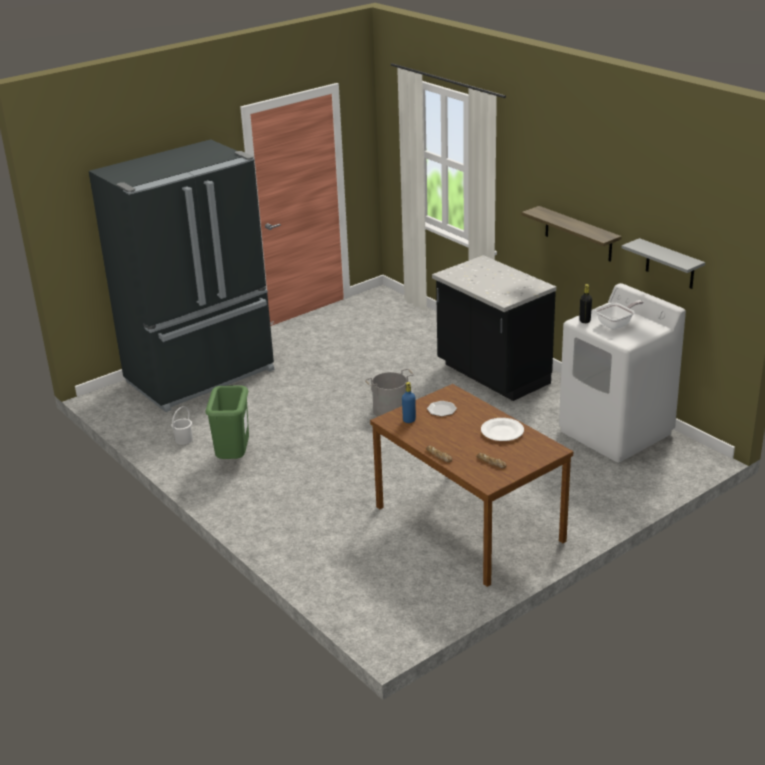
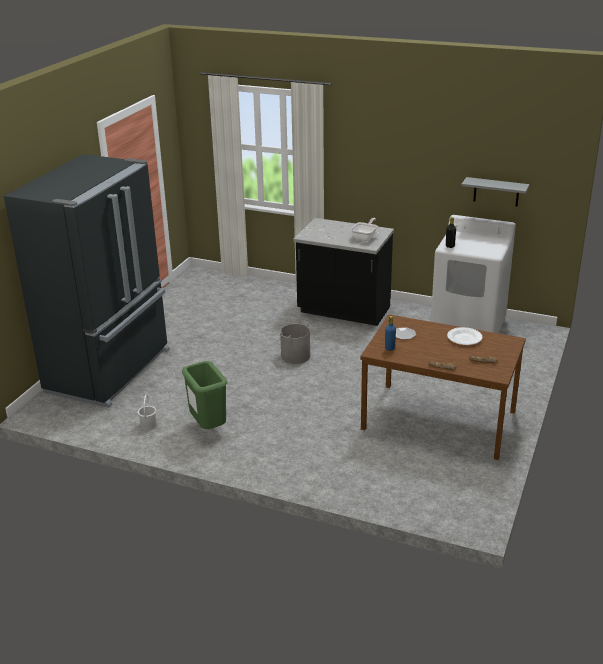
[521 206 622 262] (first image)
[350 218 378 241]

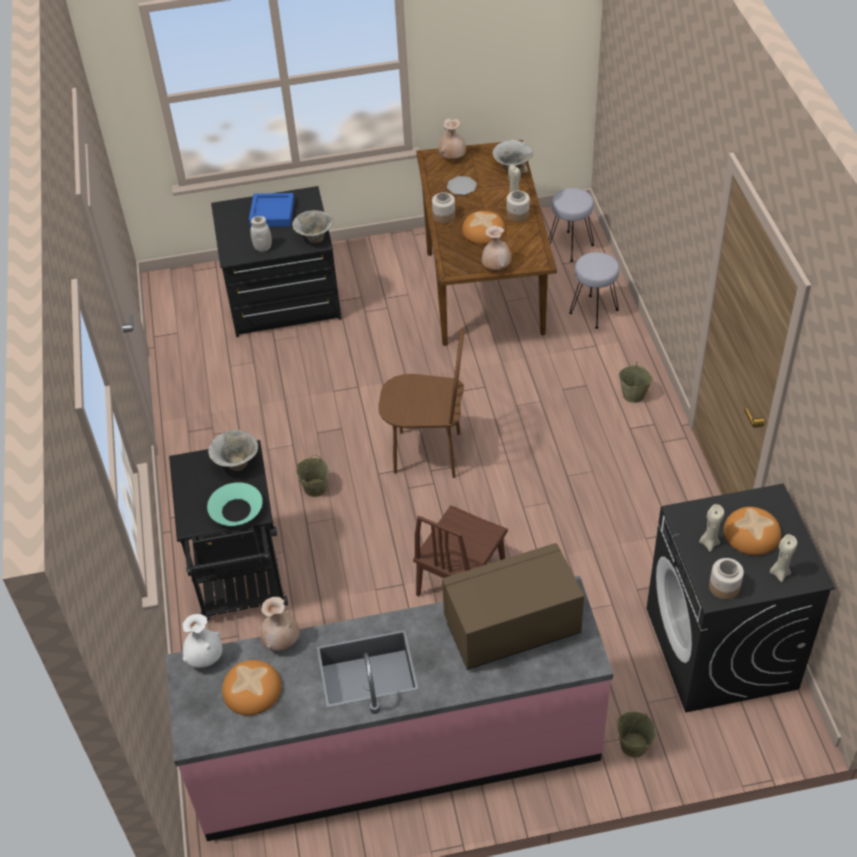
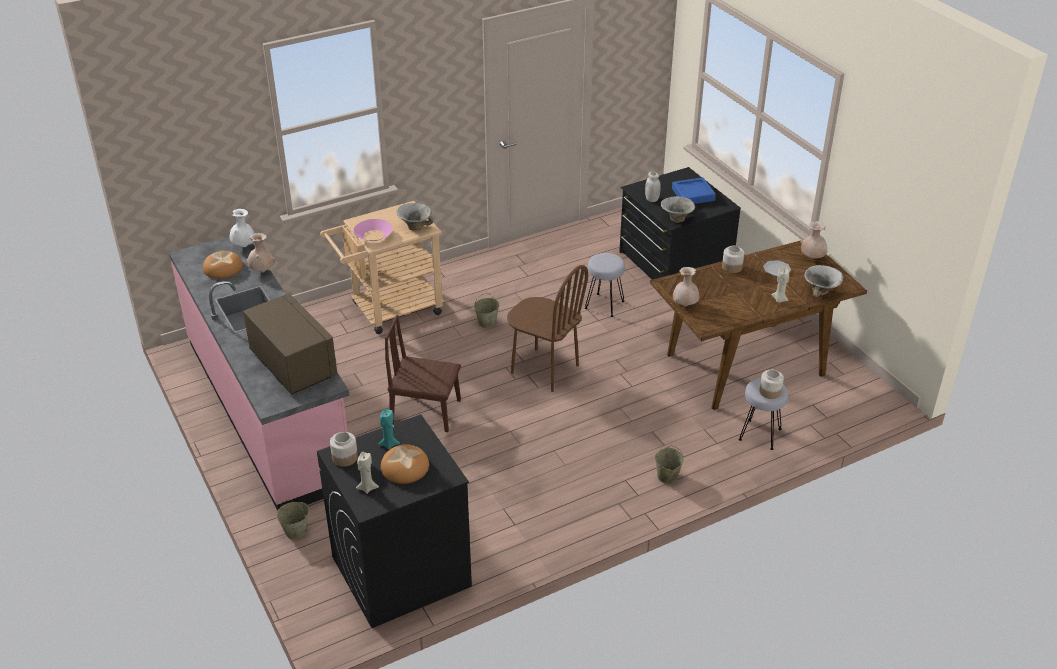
[585 253 625 317]
[759 370 784 399]
[462 211 505 244] (first image)
[507 265 588 392]
[320 201 444 334]
[354 219 393 241]
[378 409 400 450]

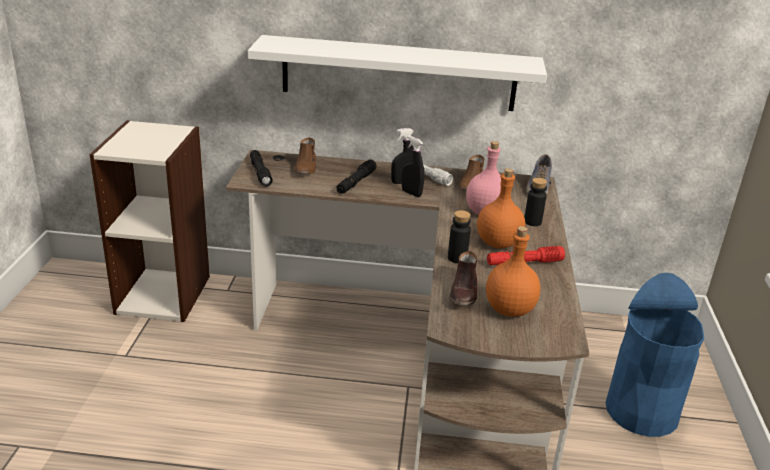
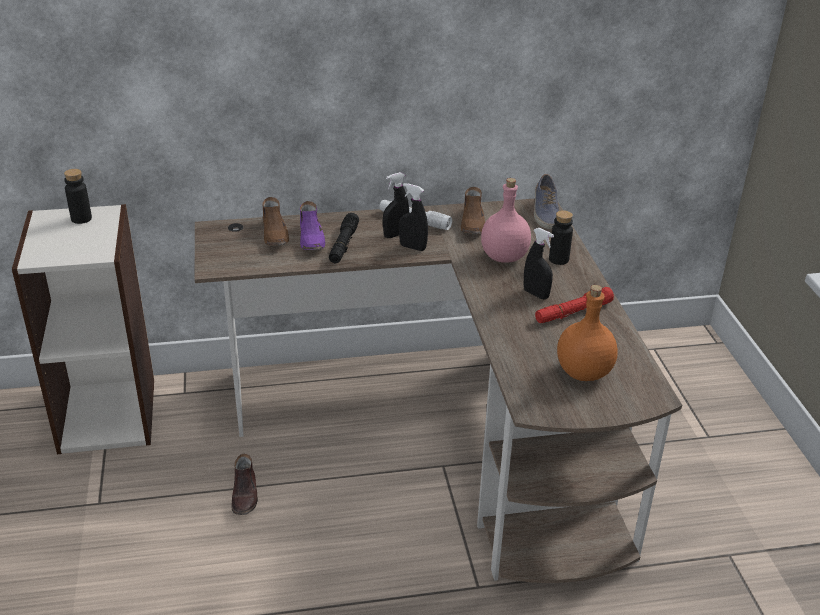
[248 35 547 111] (first image)
[250 150 273 187] (first image)
[524 228 554 299]
[64 169 92 224]
[231 454 258 515]
[605 273 704 437] (first image)
[300 201 325 250]

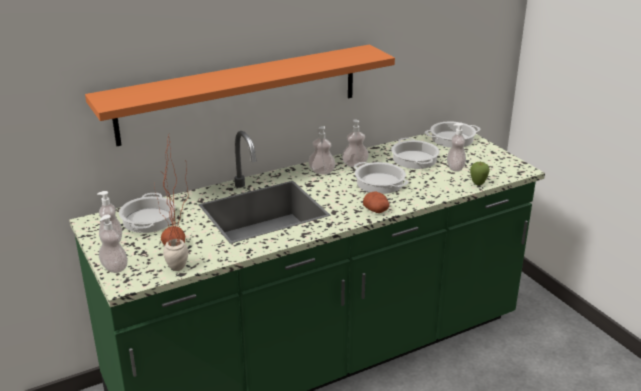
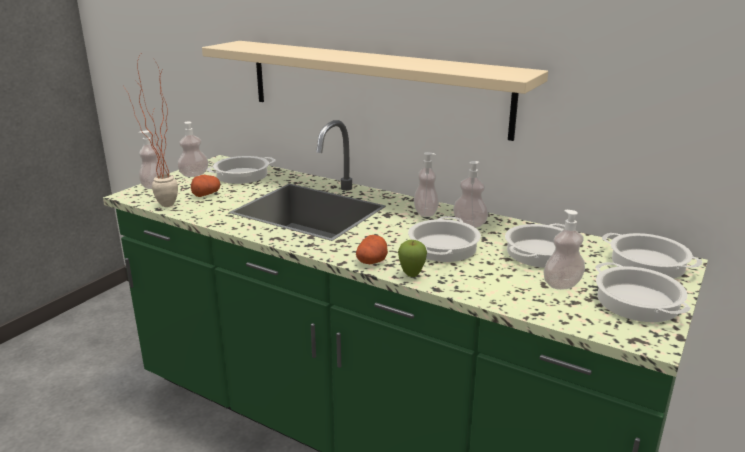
[202 41 548 141]
[398 240 427 277]
[595 262 691 322]

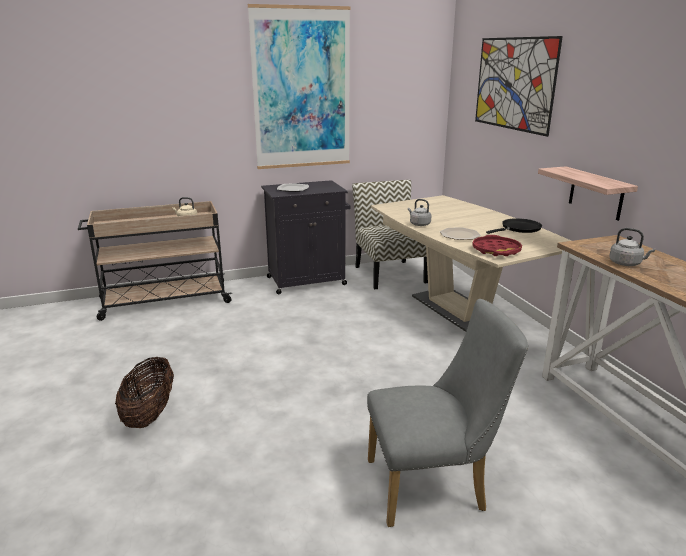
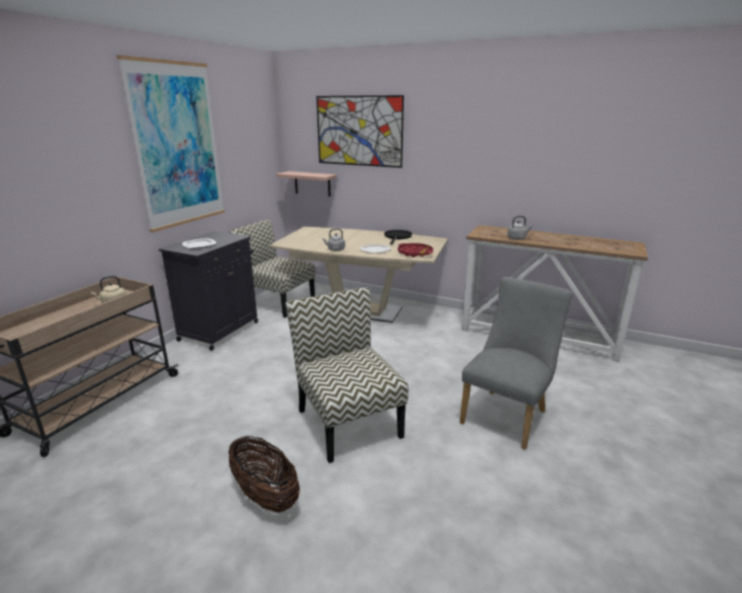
[276 171 337 196]
[286 287 408 463]

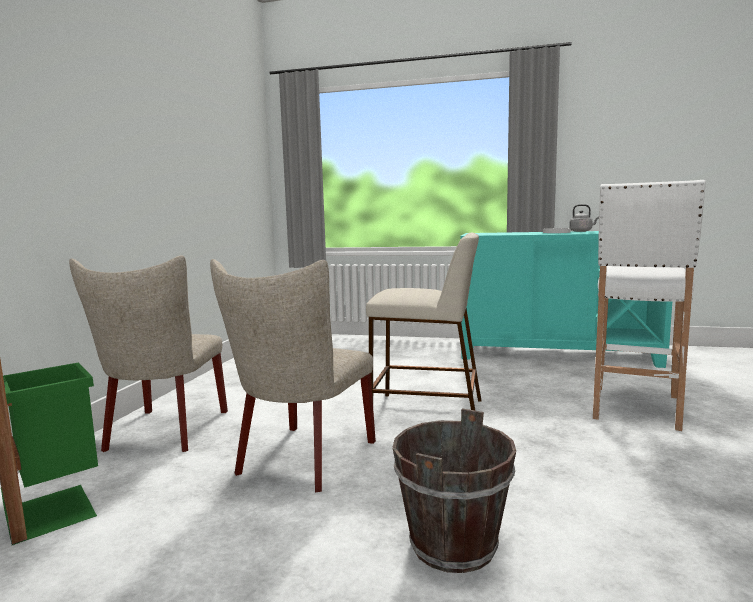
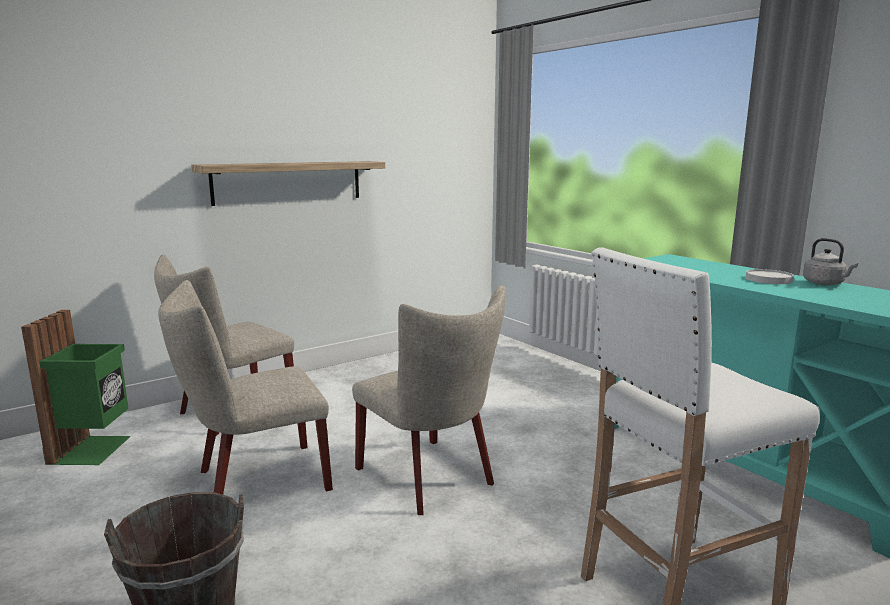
[352 285 506 515]
[191 161 385 206]

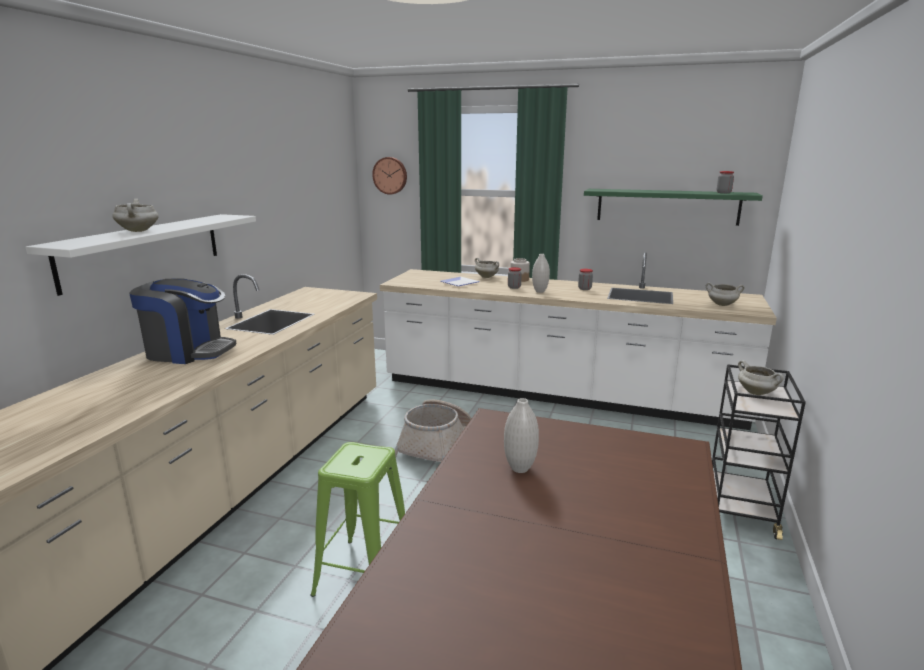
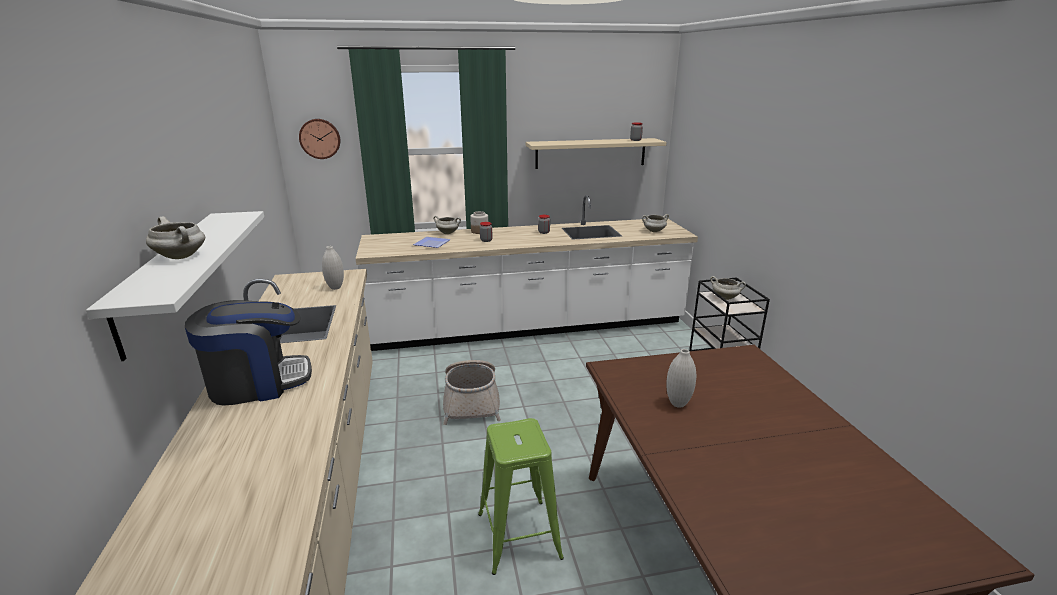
[526 138 667 169]
[322 246 344 290]

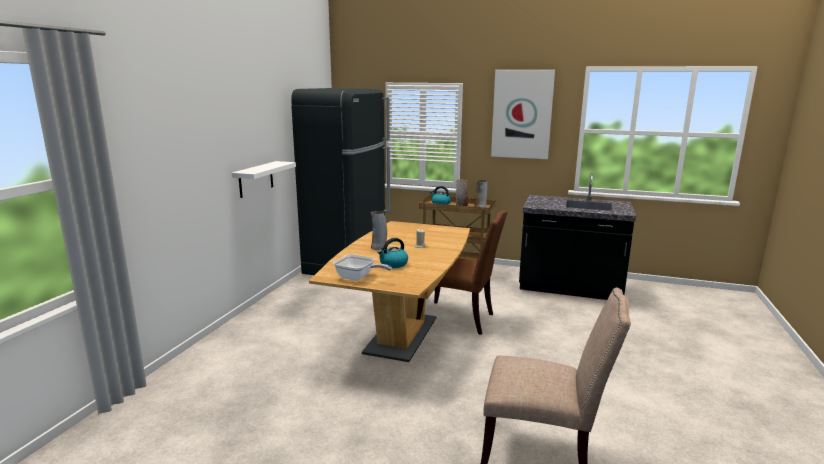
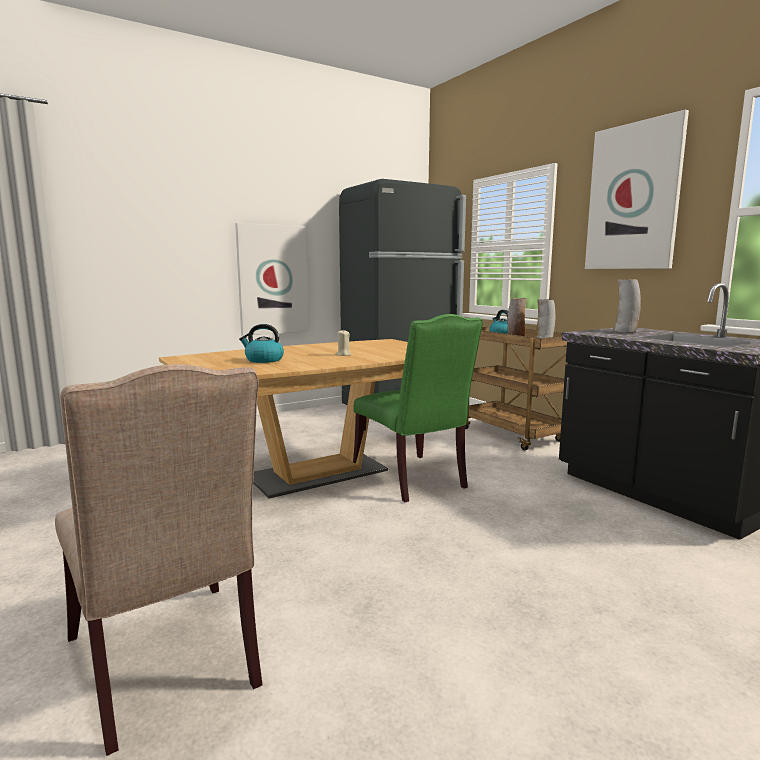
[235 223 309 336]
[353 314 483 502]
[613 279 641 333]
[333 254 392 281] (first image)

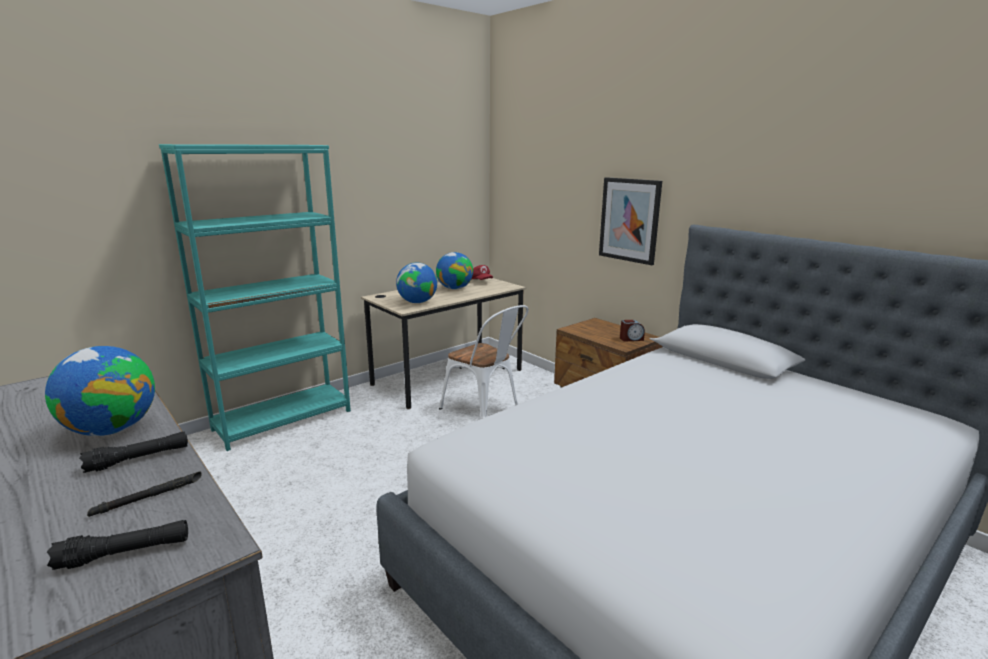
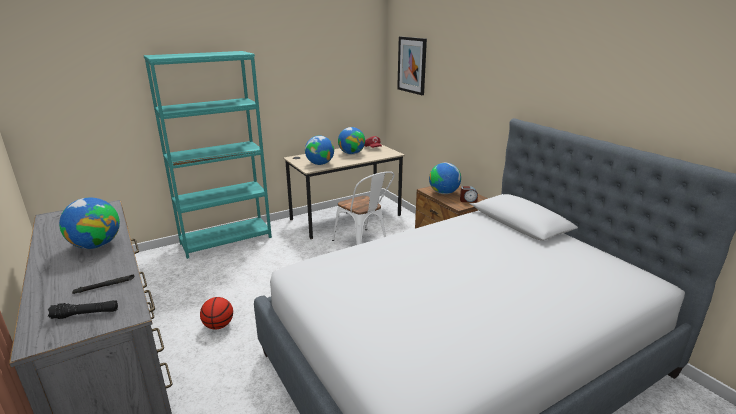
[397 36 427 95]
[79 431 188 473] (first image)
[429 163 461 194]
[200 297 233 330]

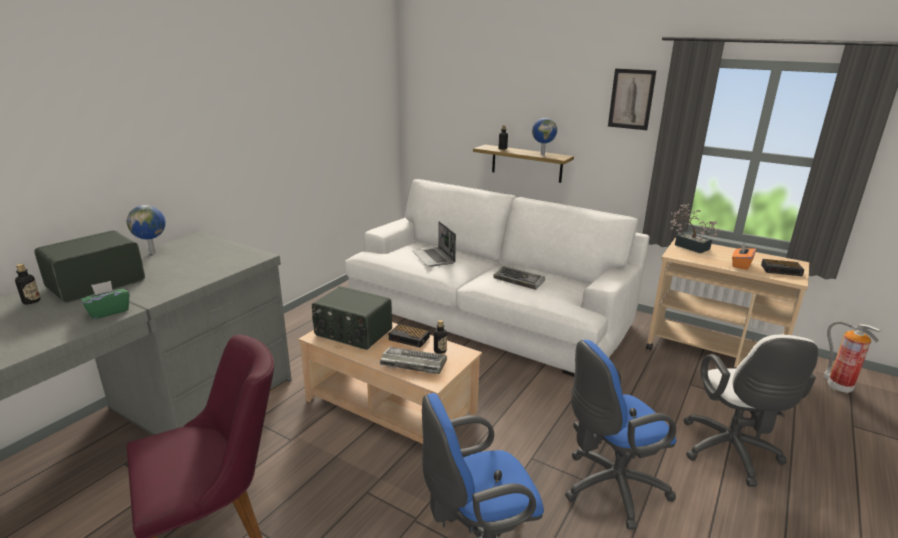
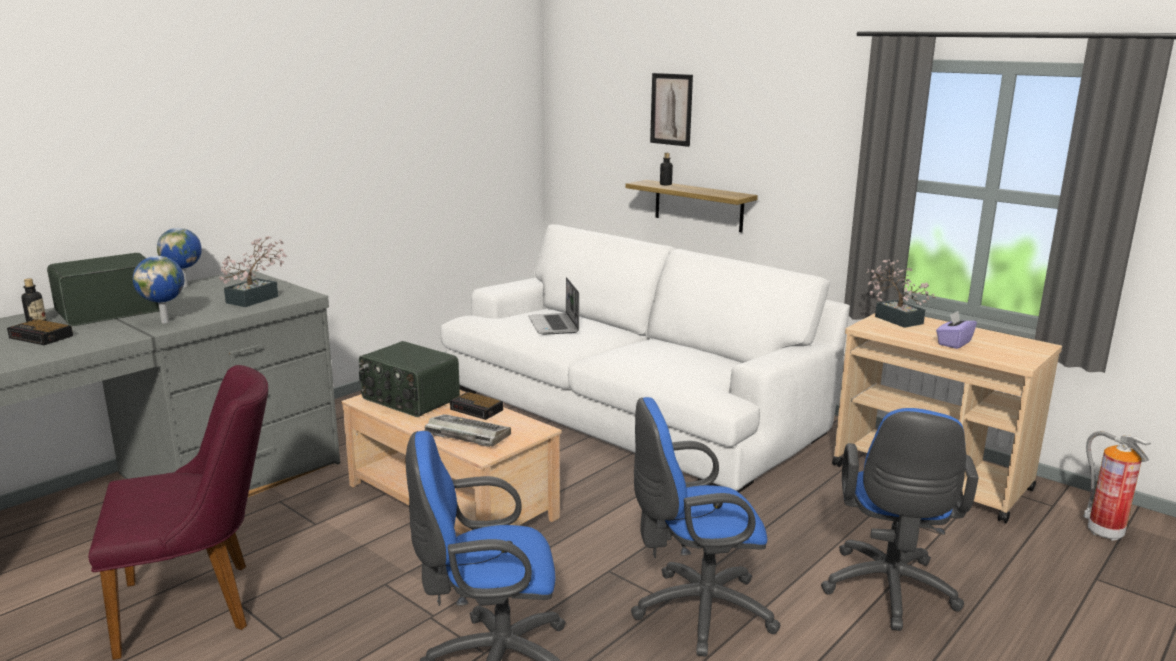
[650 73 693 147]
[133 256 184 323]
[936 311 977 349]
[7 319 73 345]
[493 265 545 290] (first image)
[81 281 130 320] (first image)
[434 320 447 354] (first image)
[821 408 979 631]
[219 236 287 307]

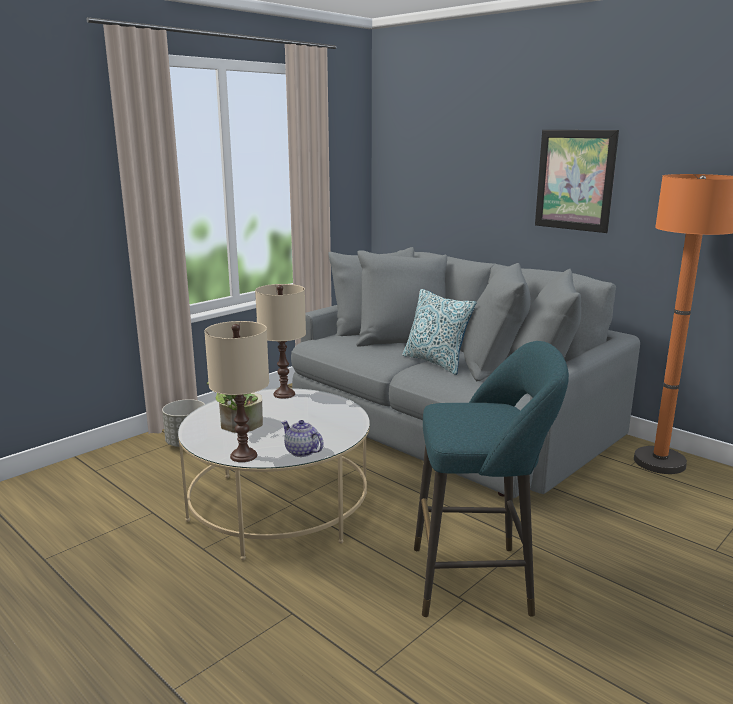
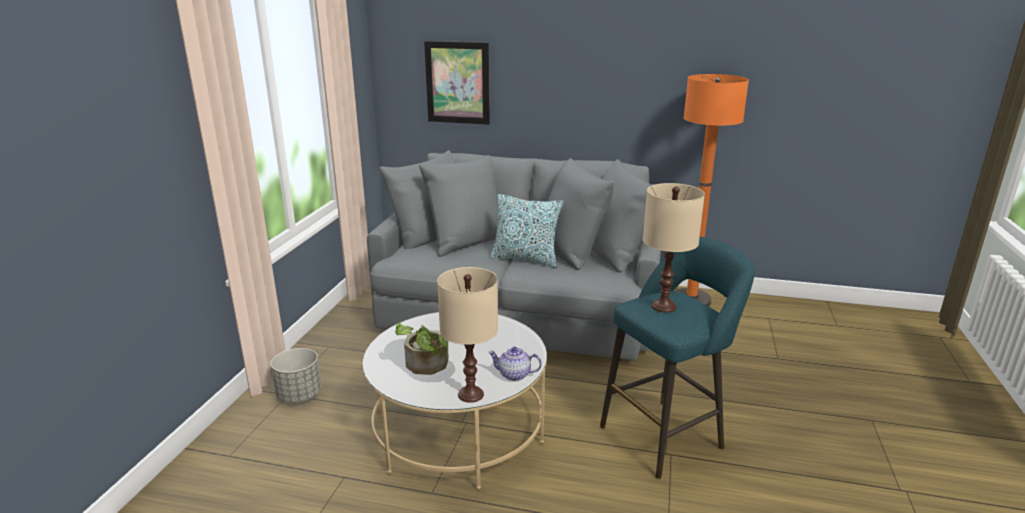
[424 41 490 125]
[643 183 705 313]

